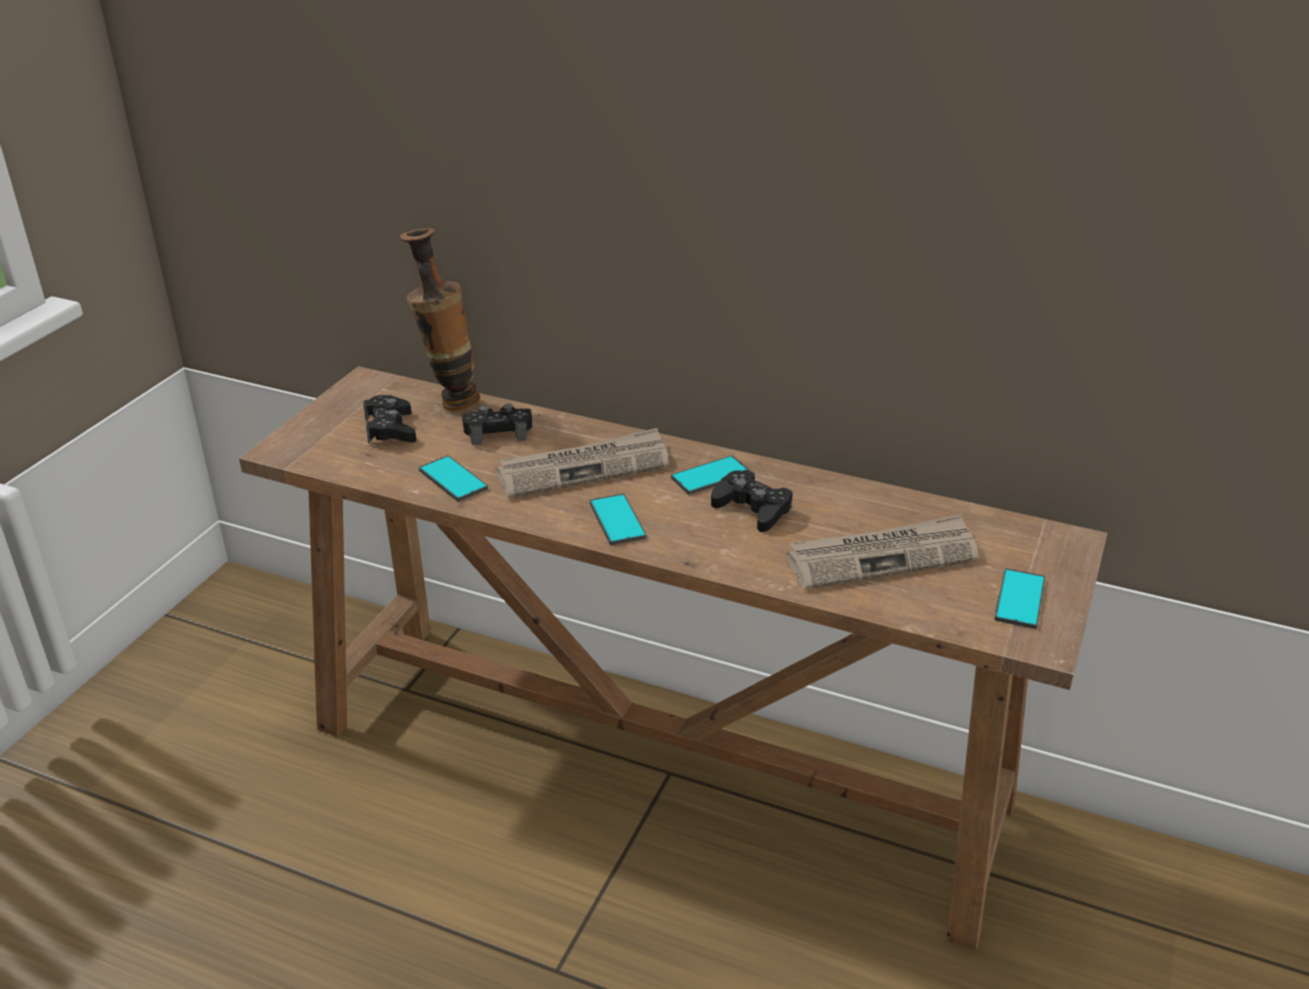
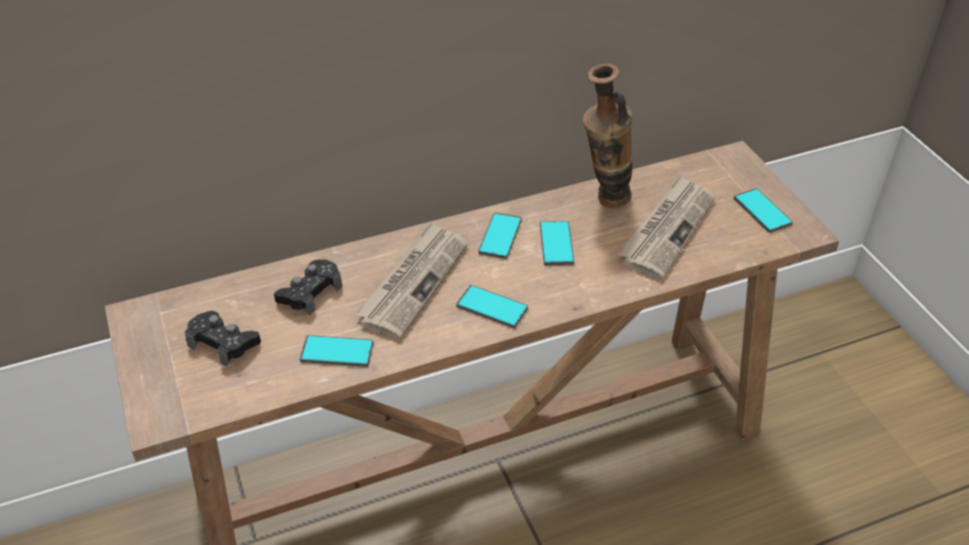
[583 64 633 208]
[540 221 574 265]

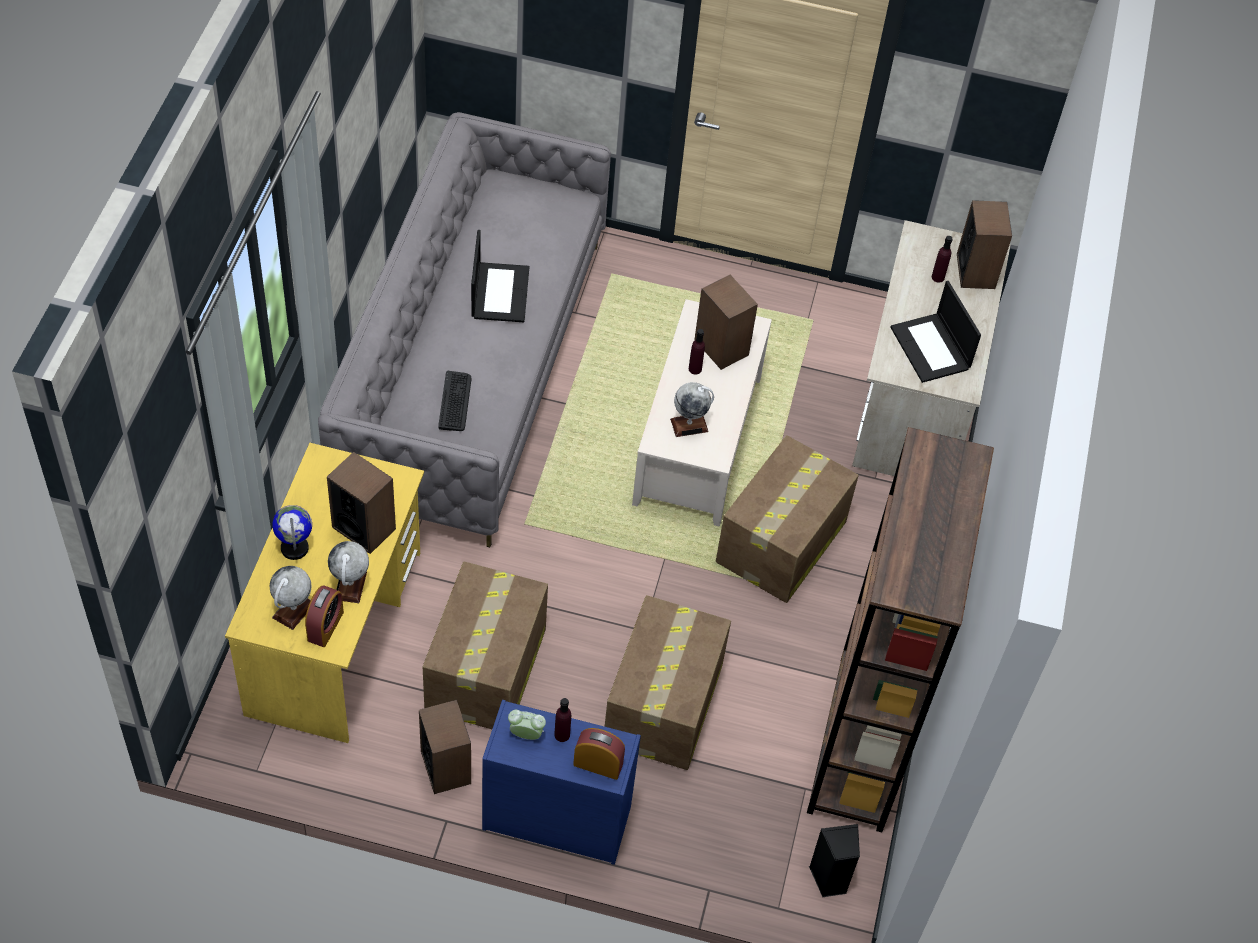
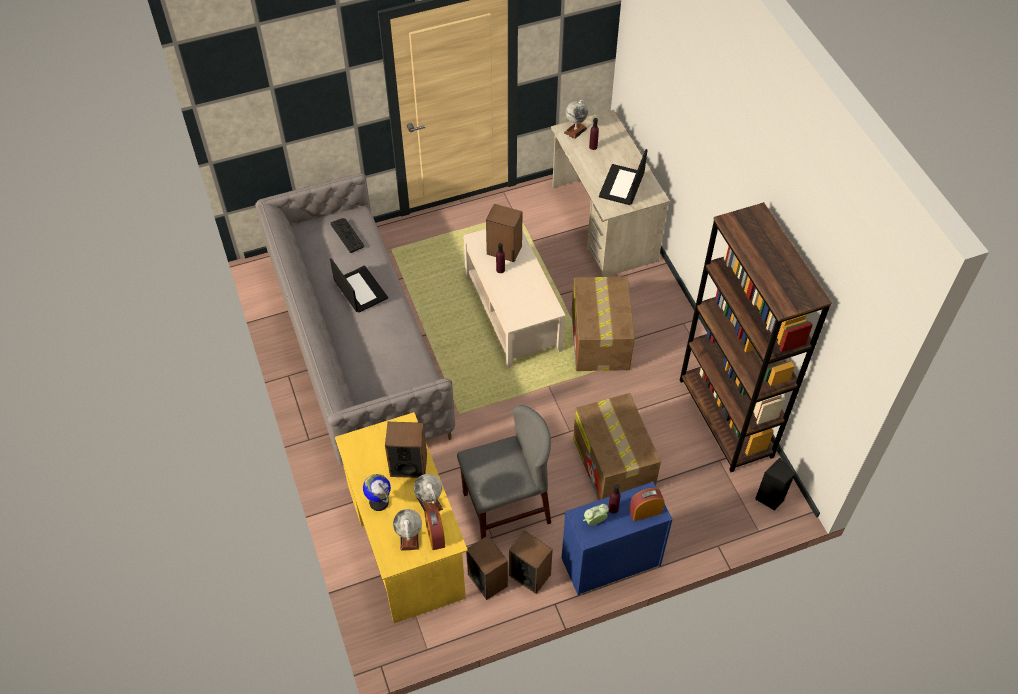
[466 535 508 600]
[599 149 648 205]
[331 218 364 253]
[564 100 588 139]
[457 405 551 539]

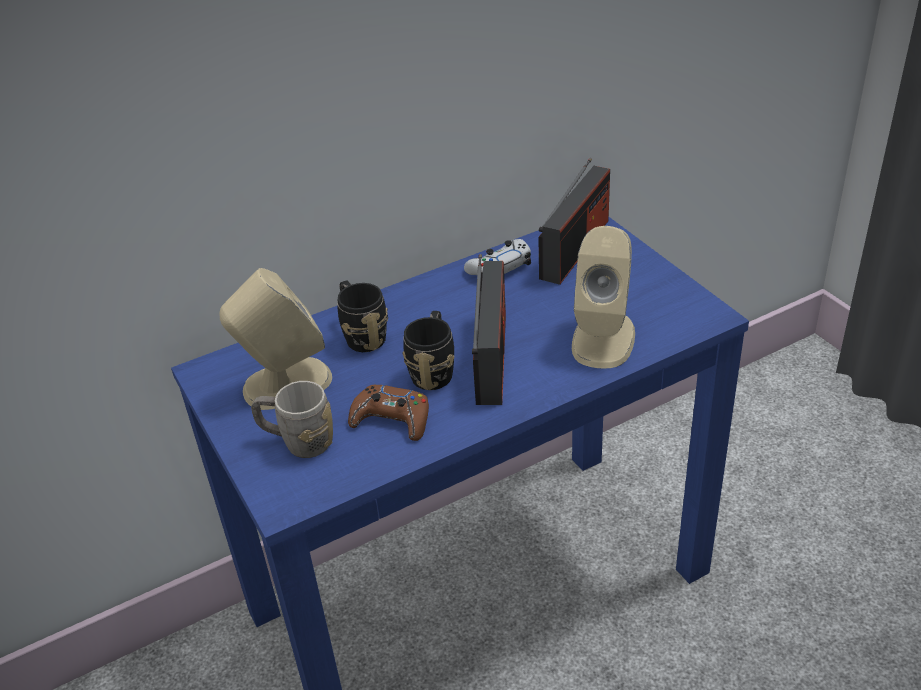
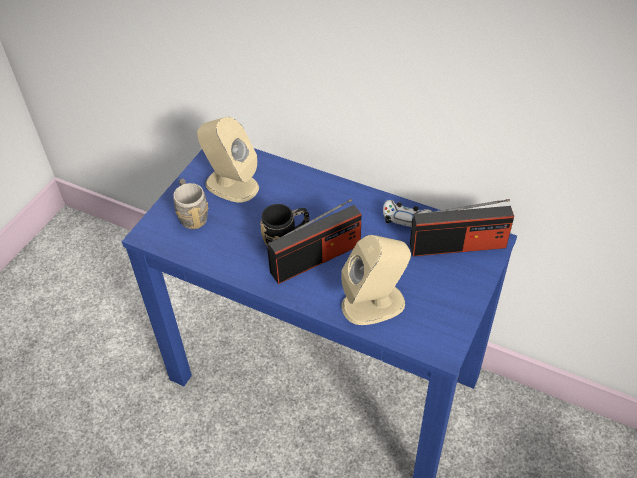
[337 280 388 352] (first image)
[348 384 429 441] (first image)

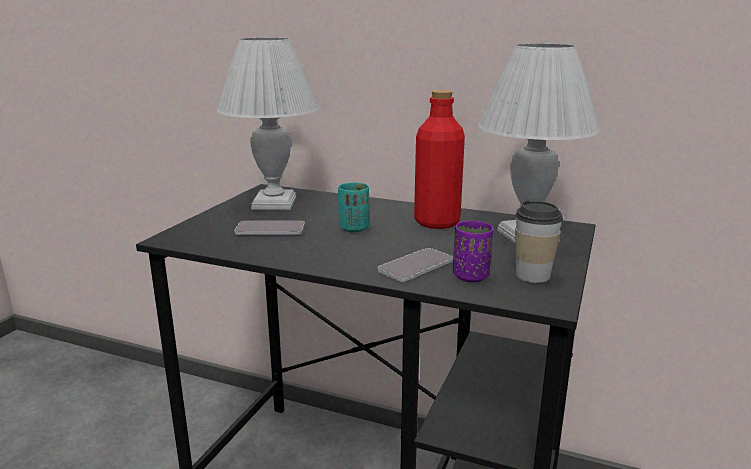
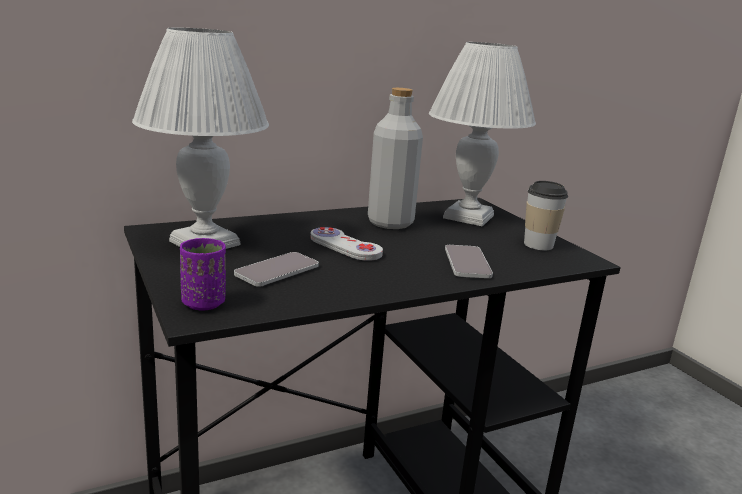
[368 88 423 229]
[310 227 383 261]
[180 238 226 311]

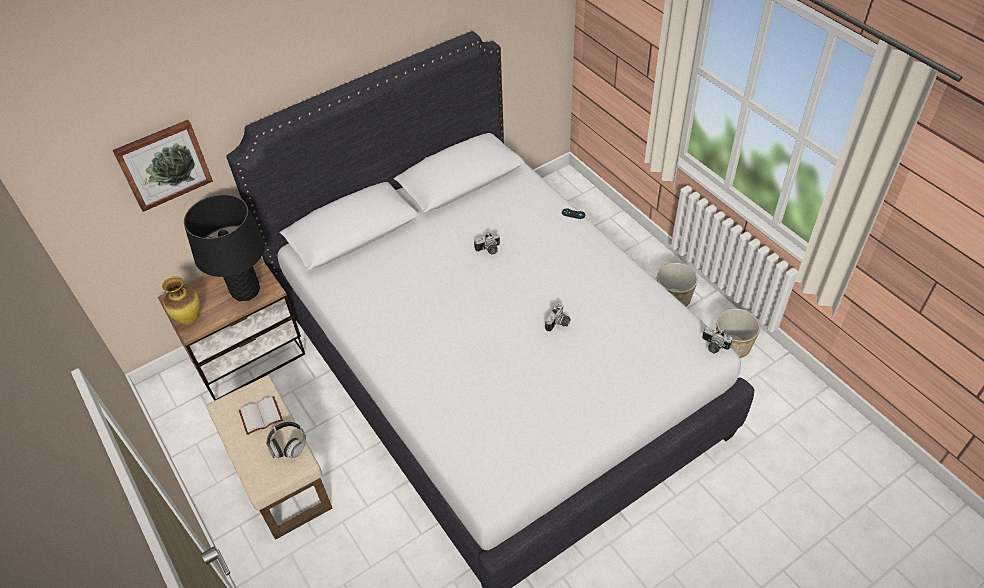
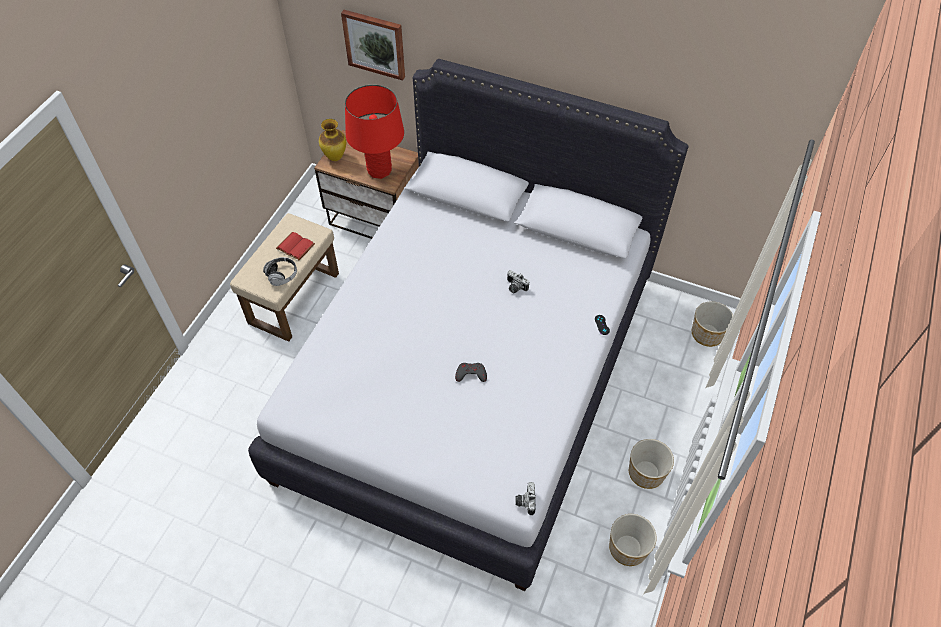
[345 85 404 179]
[455 363 487 382]
[276 232 315 260]
[692 301 733 347]

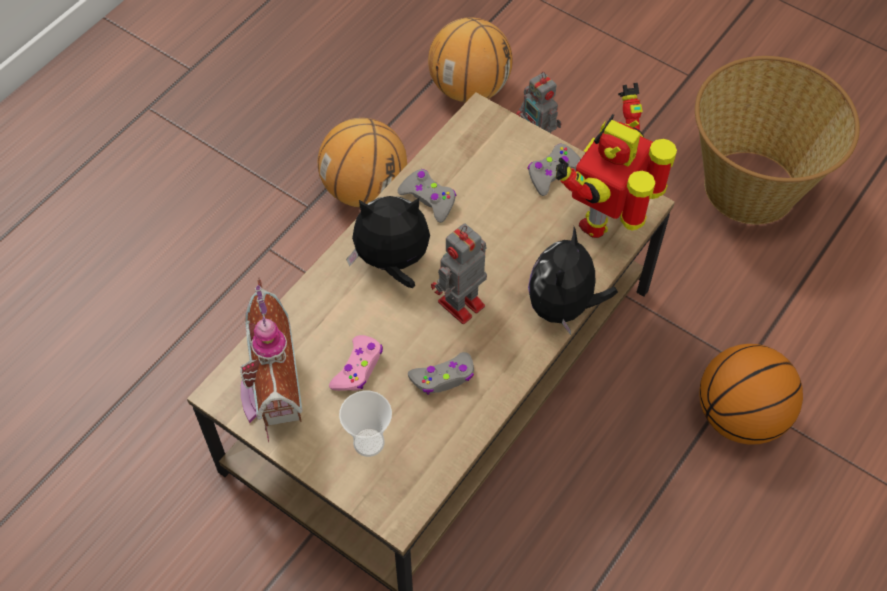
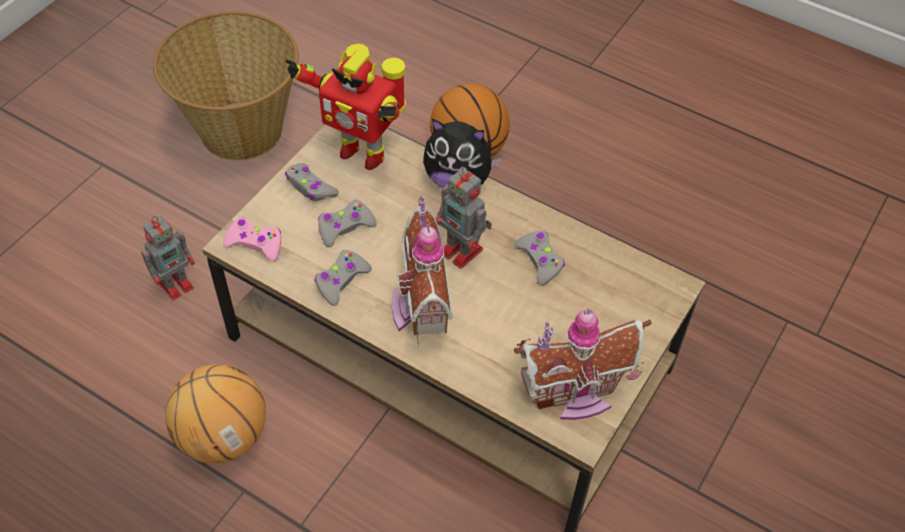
[428 17 513 103] (first image)
[392 195 453 346]
[223 217 281 261]
[339 391 392 457] (first image)
[318 200 377 247]

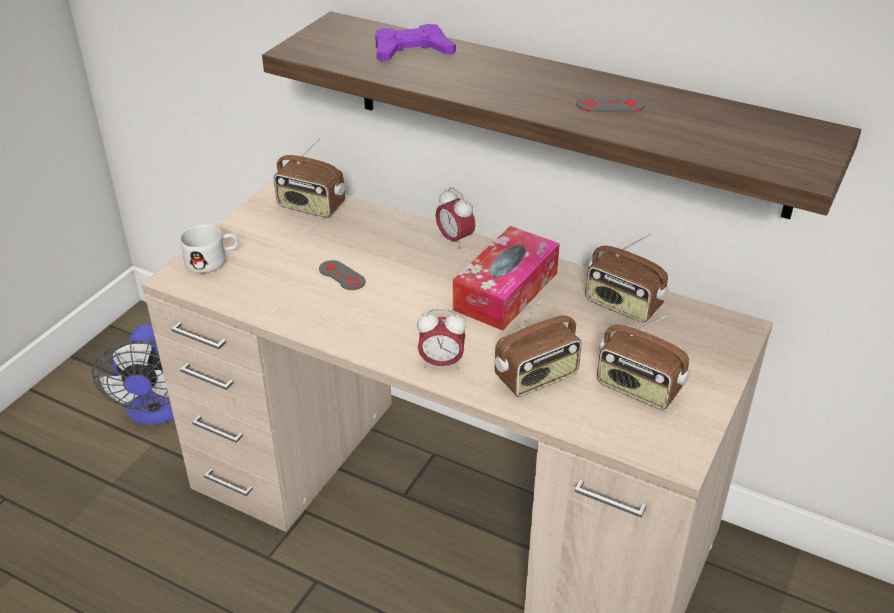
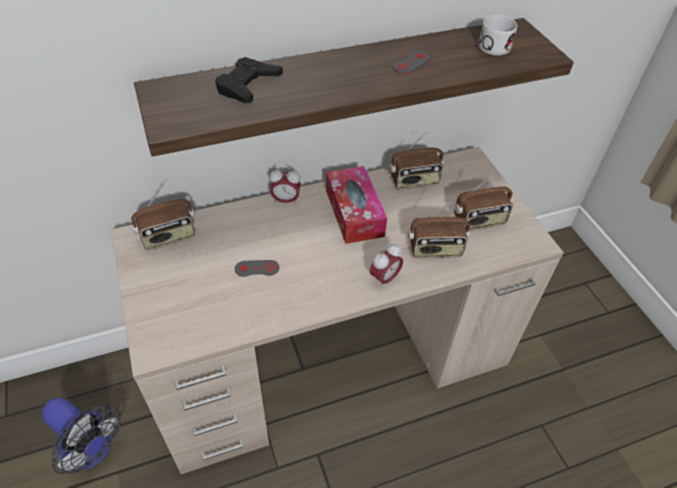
[215 57 283 103]
[478 15 517 56]
[408 200 470 258]

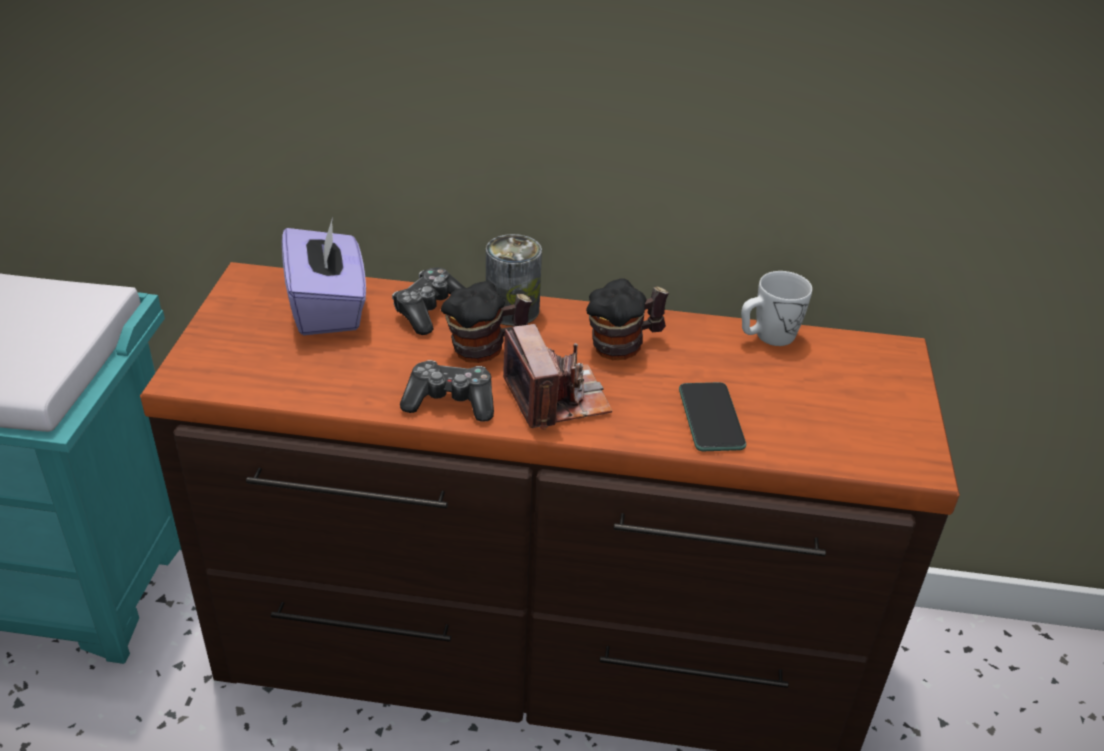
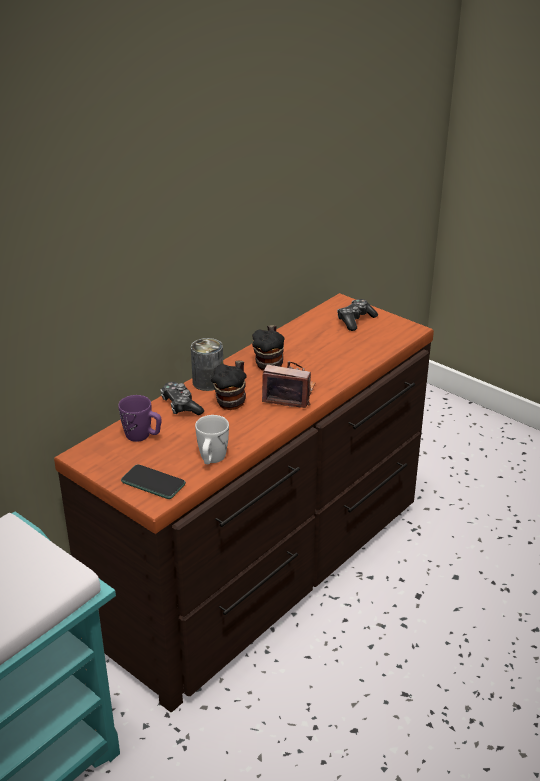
[118 395 162 442]
[195 415 229 464]
[337 299 378 331]
[121 464 186 499]

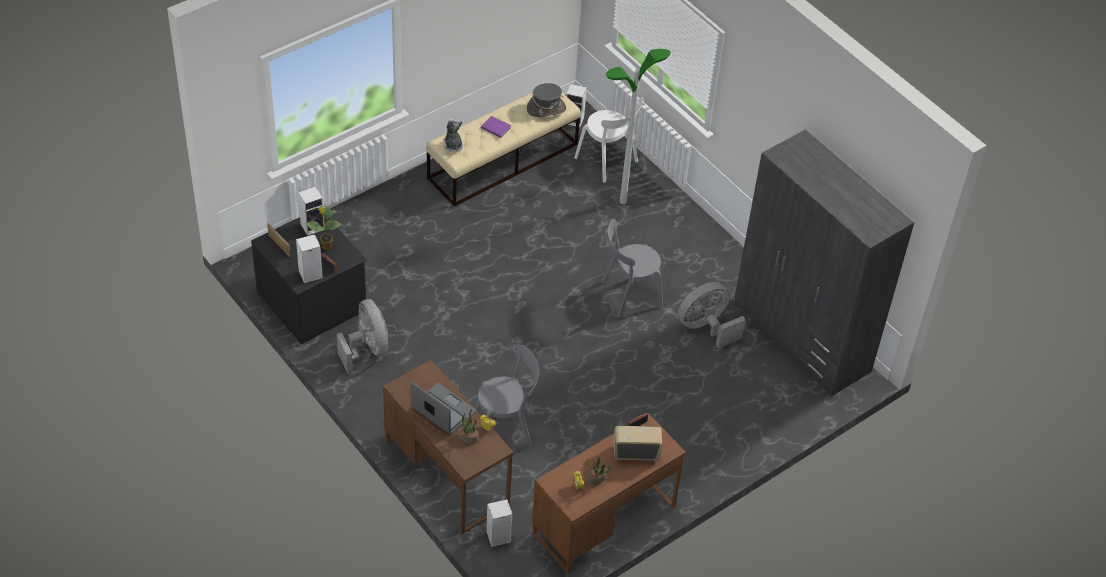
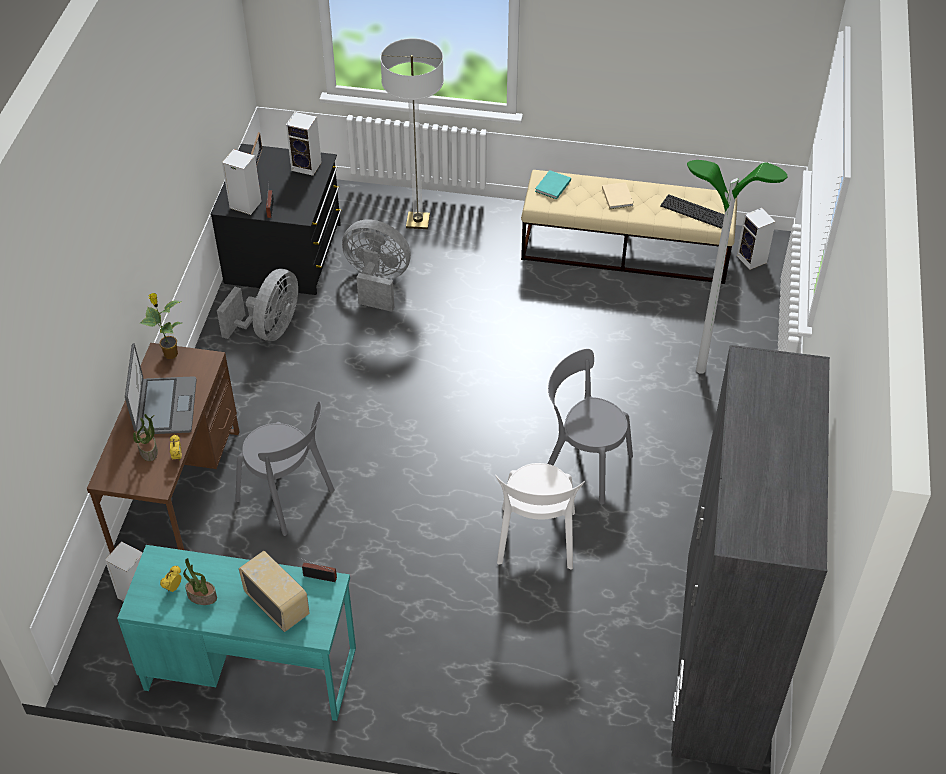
[660 194 725 229]
[495 463 585 569]
[602 182 634 209]
[535 170 571 199]
[140 293 182 359]
[342 220 411 312]
[117 545 356 721]
[380 38 444 229]

